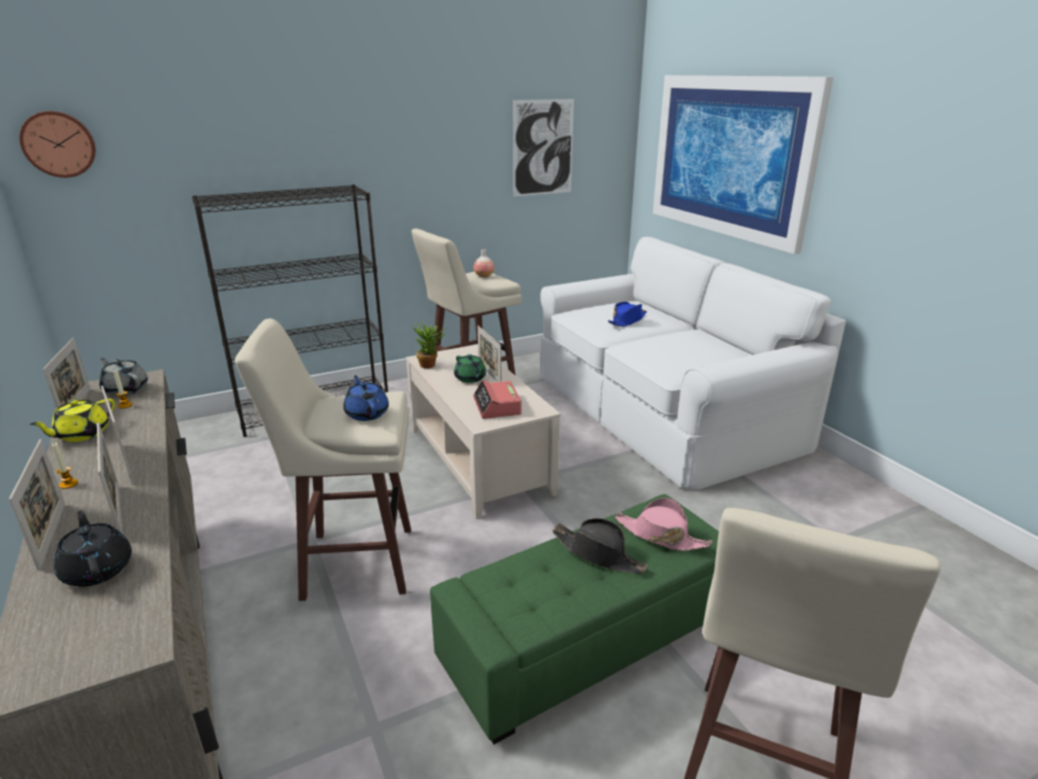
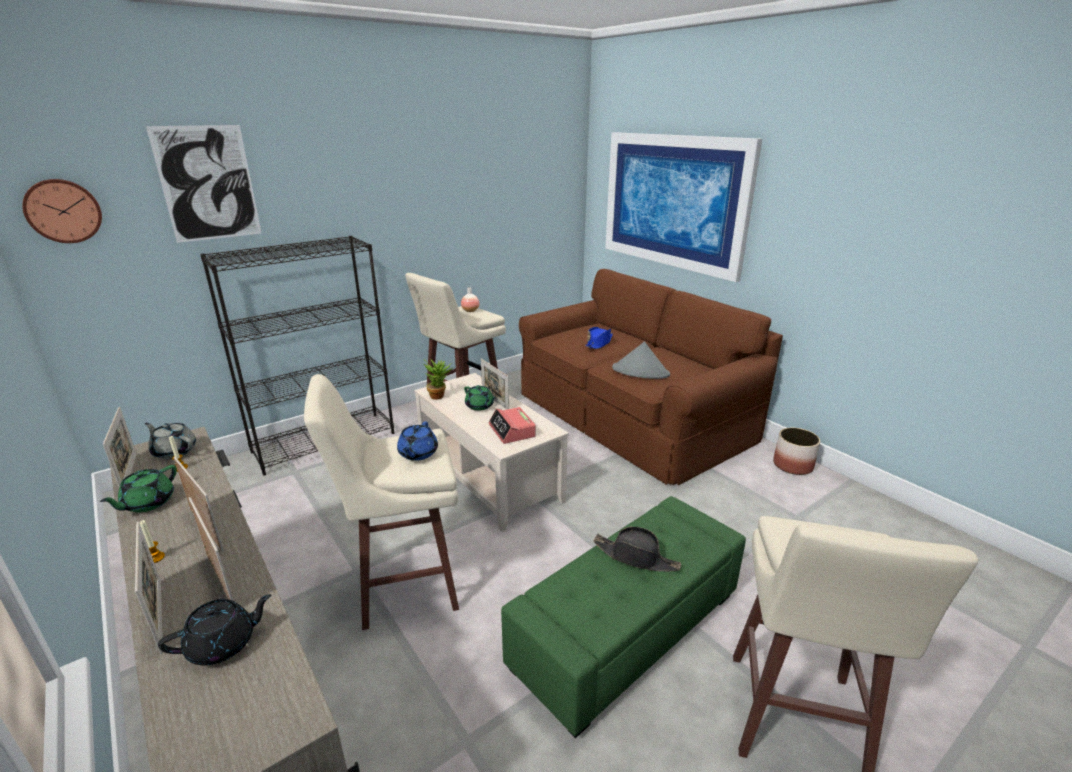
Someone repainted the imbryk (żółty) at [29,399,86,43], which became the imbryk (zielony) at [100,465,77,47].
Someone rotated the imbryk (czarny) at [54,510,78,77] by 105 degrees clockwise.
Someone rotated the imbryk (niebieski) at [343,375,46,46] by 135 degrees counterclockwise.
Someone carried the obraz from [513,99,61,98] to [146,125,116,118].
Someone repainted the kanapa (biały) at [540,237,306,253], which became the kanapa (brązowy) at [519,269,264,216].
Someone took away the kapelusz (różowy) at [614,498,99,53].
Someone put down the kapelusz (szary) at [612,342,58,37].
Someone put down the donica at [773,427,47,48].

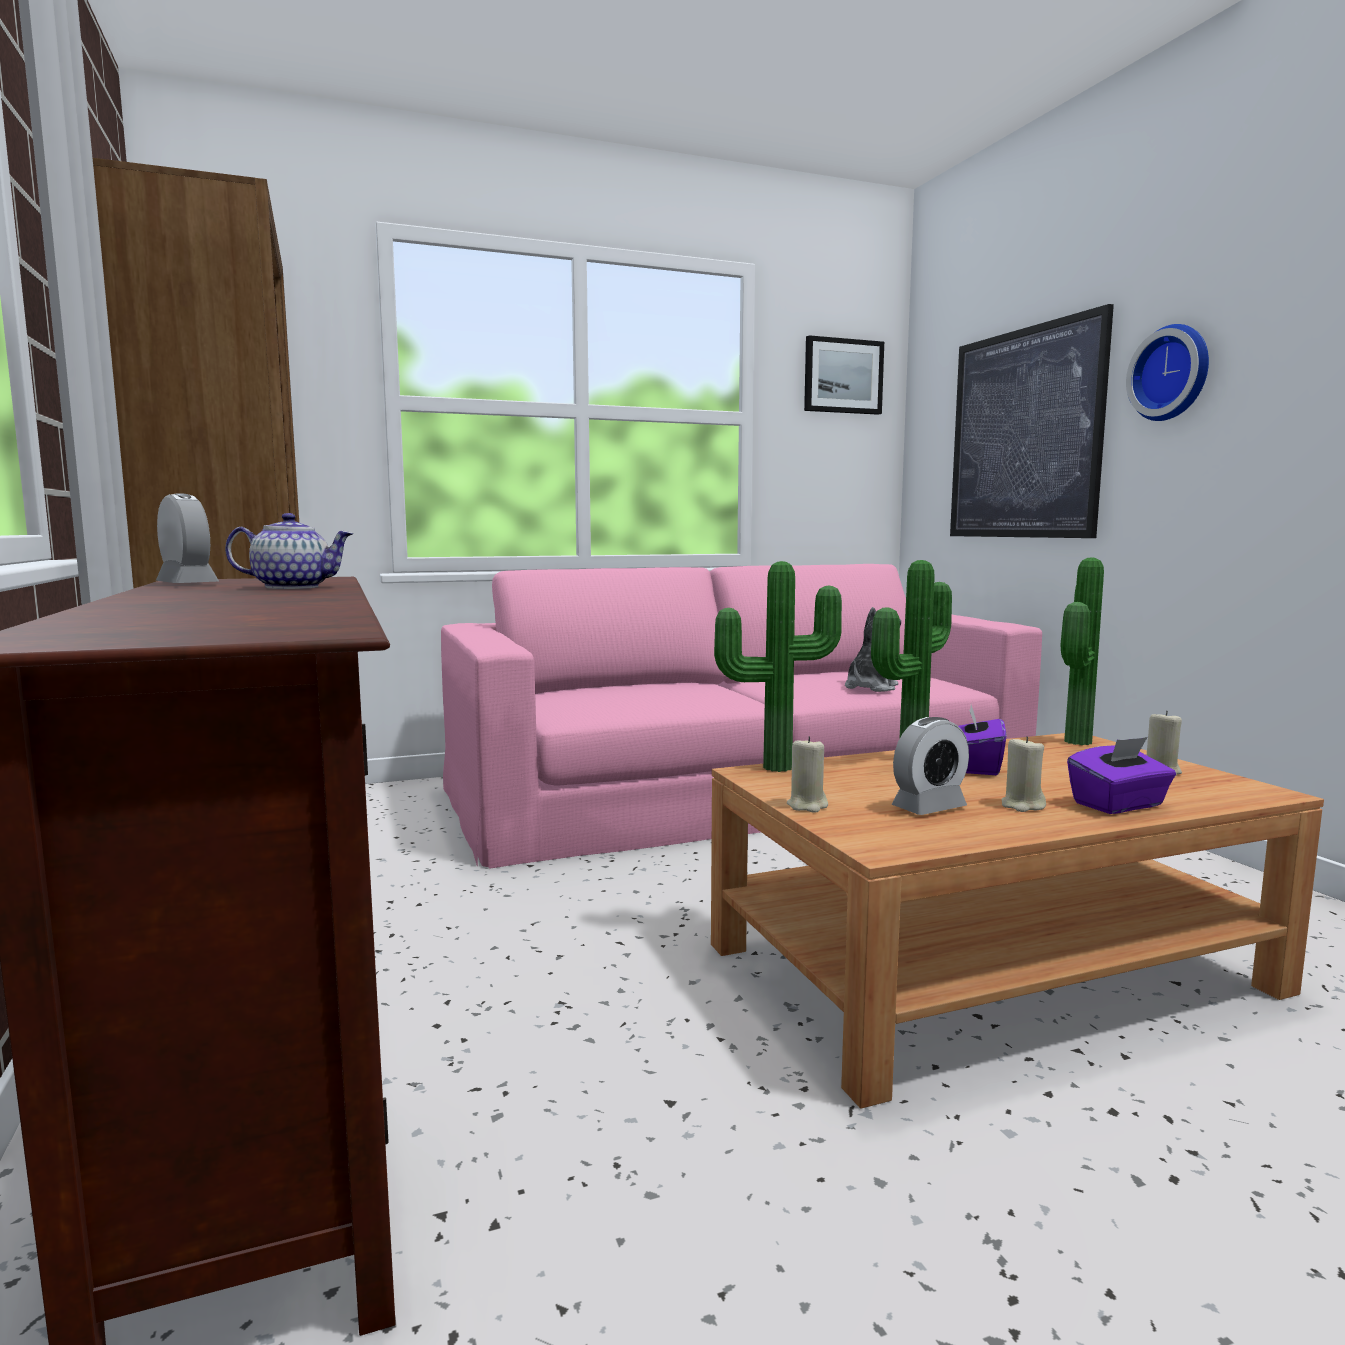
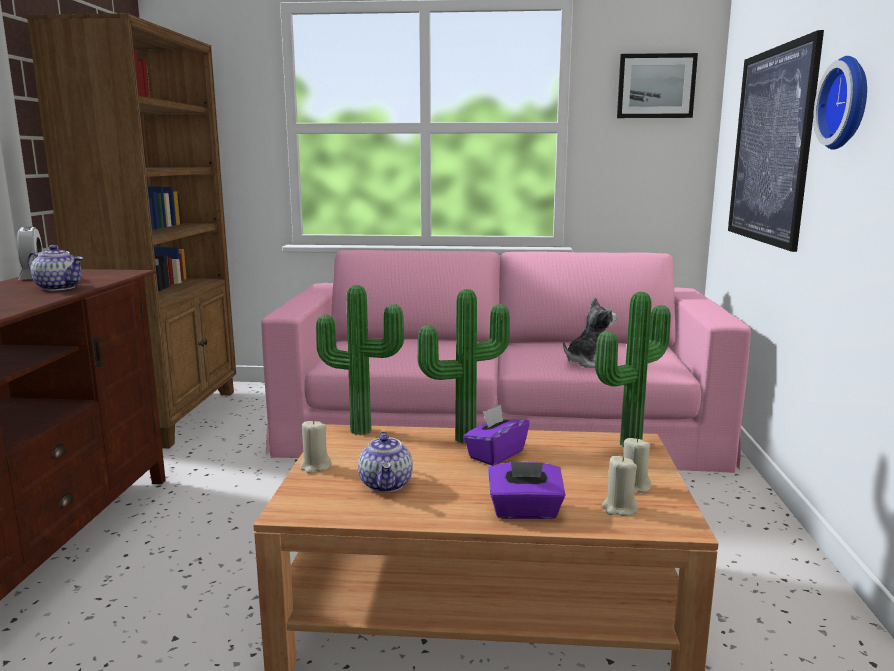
Someone swapped the budzik at [892,717,77,98] for the imbryk at [358,431,55,61].
Someone carried the świeca (beżowy) from [1002,736,44,76] to [602,456,36,60].

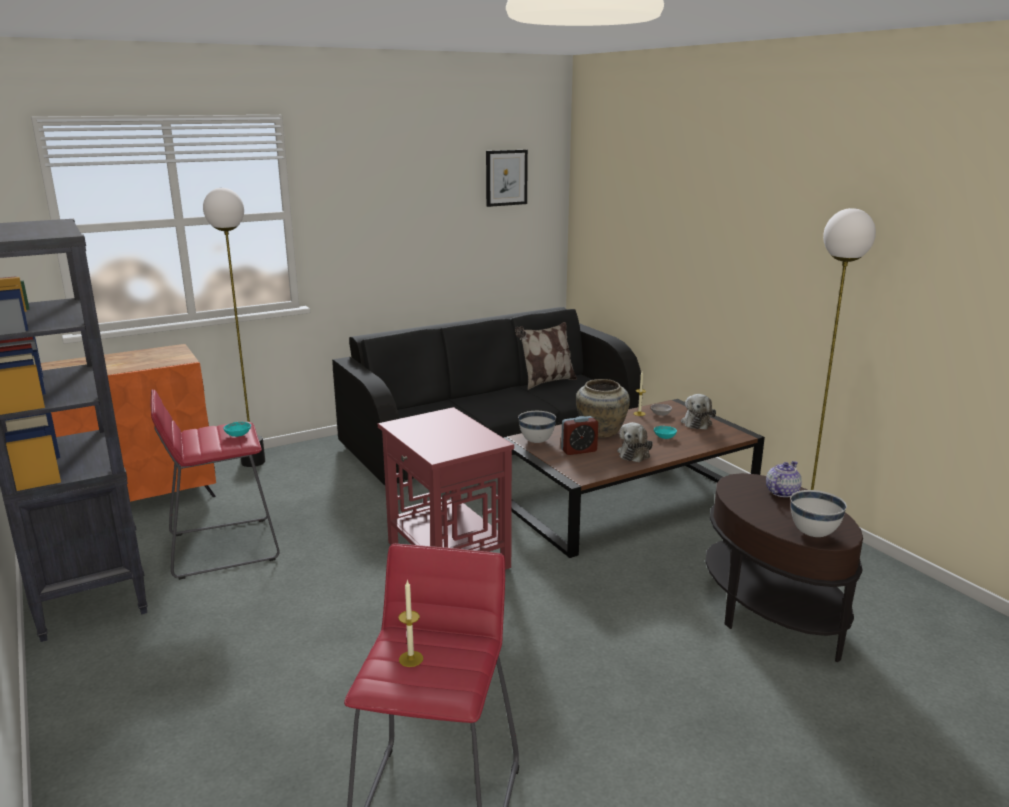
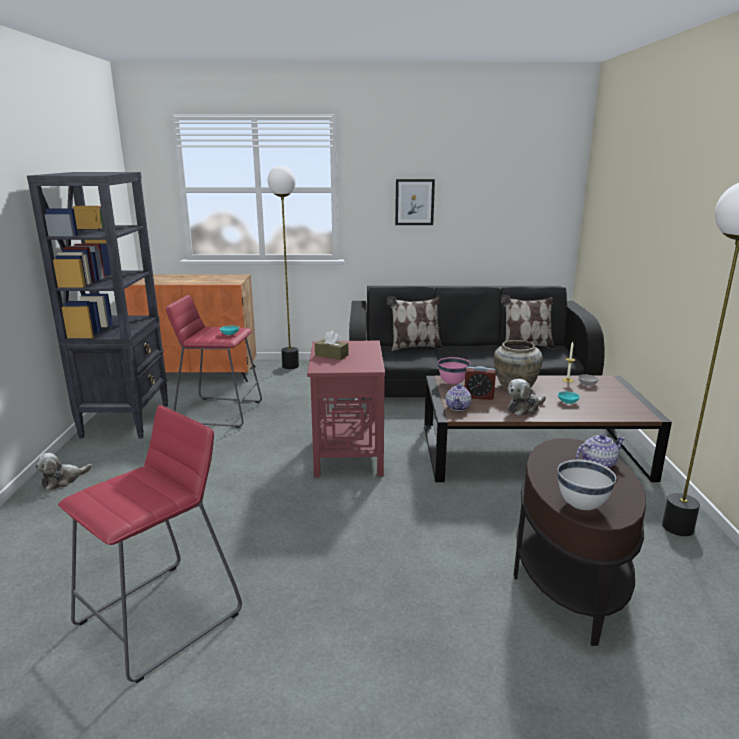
Someone took away the świeca at [399,580,24,87].
Someone carried the obraz from [486,150,42,57] to [395,179,40,46].
Someone repainted the miska (biały) at [518,411,38,32], which became the miska (różowy) at [438,357,33,28].
Someone carried the pluszak from [681,394,35,36] to [35,453,57,38].
Someone put down the pudełko chusteczek (brązowy) at [315,331,33,29].
Someone put down the poduszka at [387,296,56,55].
Someone put down the imbryk at [446,384,25,27].

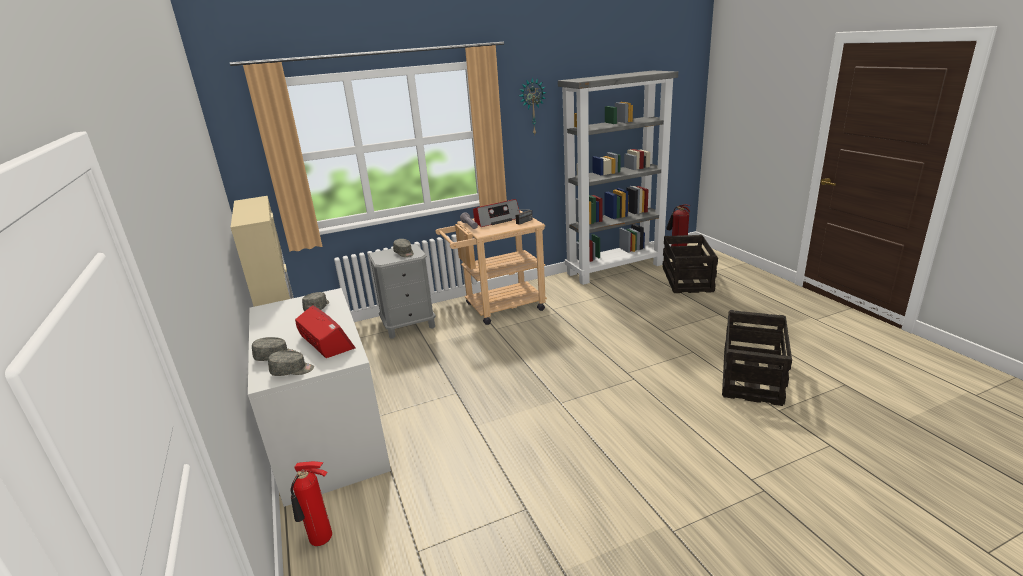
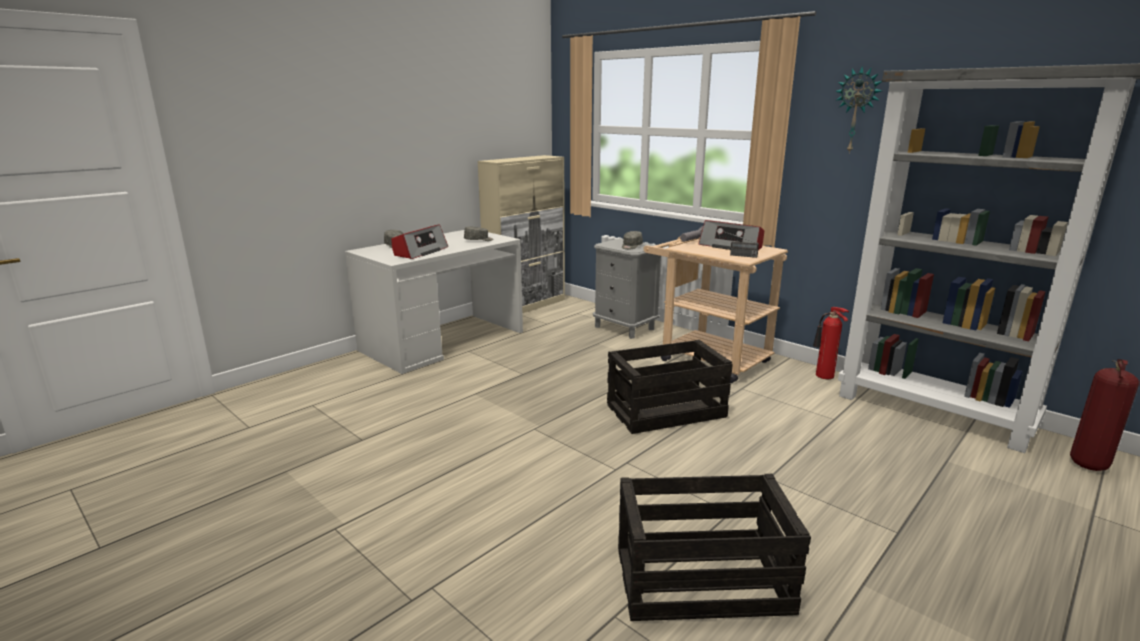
Someone took away the czapka z daszkiem (szary) at [268,351,46,25].
Someone carried the gaśnica from [291,461,41,85] to [813,307,36,72].
Someone carried the skrzynka from [662,235,56,58] to [607,340,126,94].

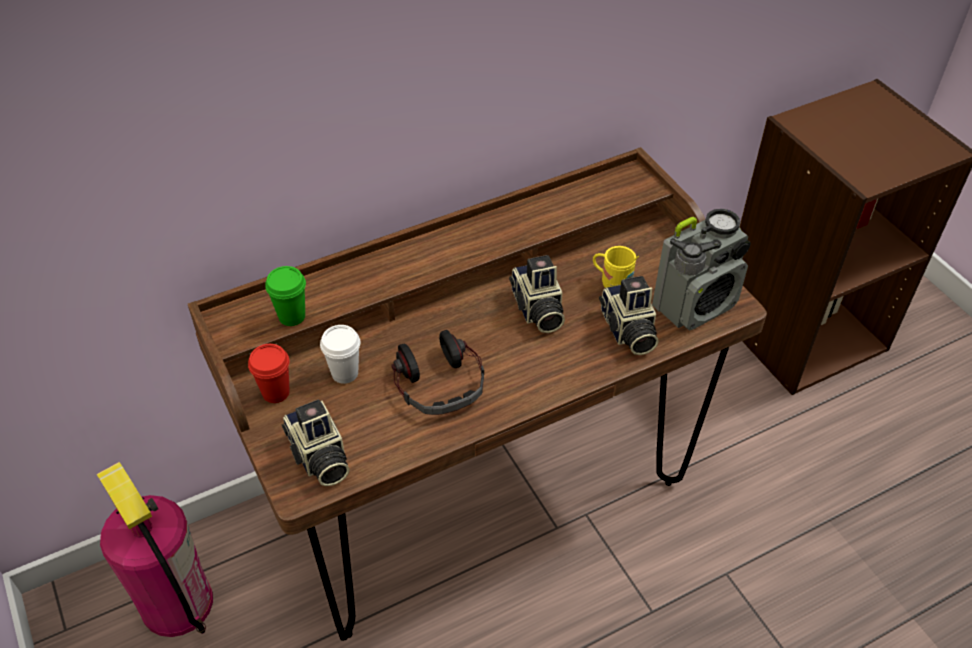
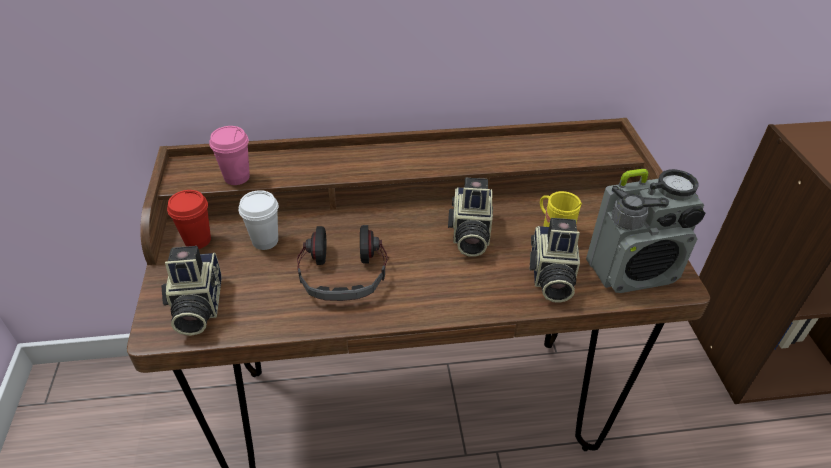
Someone took away the gaśnica at [97,462,116,175].
Someone repainted the filiżanka (zielony) at [265,266,41,60], which became the filiżanka (różowy) at [210,126,40,59].

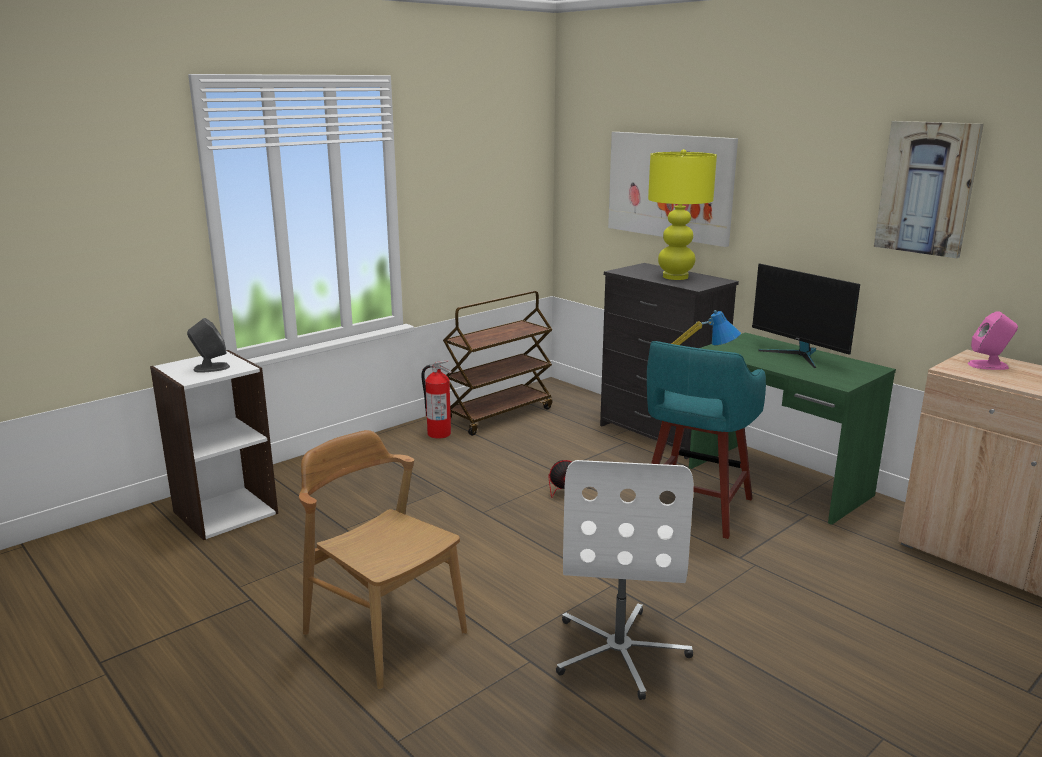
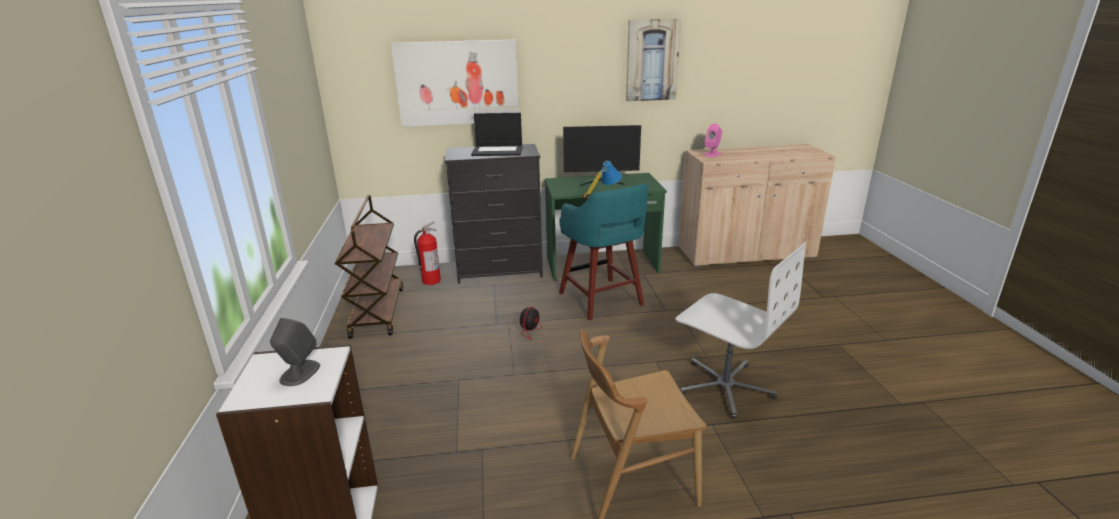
Someone carried the gaśnica from [421,360,30,79] to [414,222,27,63].
Someone swapped the lampa stołowa (żółty) at [648,149,69,131] for the laptop at [471,113,52,43].

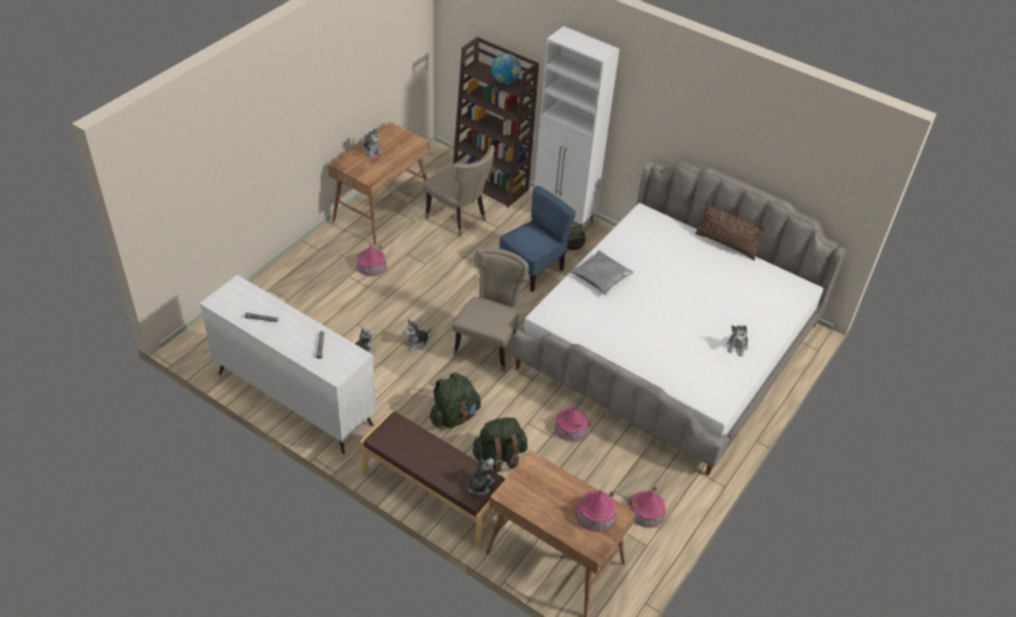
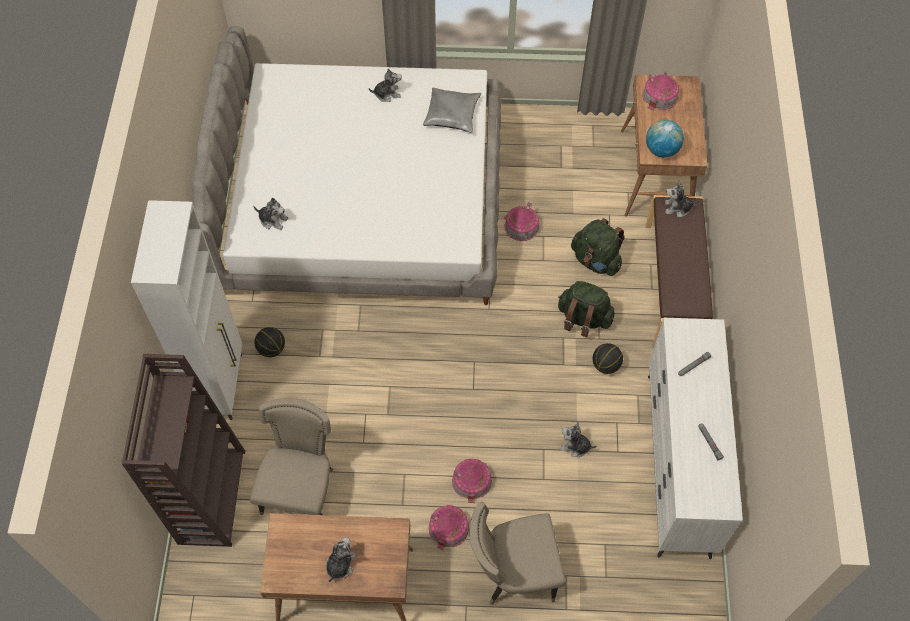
Someone carried the pluszak from [403,319,28,32] to [254,198,34,32].
Someone carried the krzesło (beżowy) from [452,248,77,124] to [469,502,97,103].
Someone carried the globus from [491,53,30,31] to [646,120,38,38].
Someone took away the krzesło (niebieski) at [499,186,77,106].
Someone carried the poduszka (szary) from [569,250,64,45] to [423,87,58,46].
Someone carried the domek from [627,487,39,41] to [452,459,40,44].
Someone took away the poduszka (brązowy) at [695,202,70,58].
Someone put down the piłka do koszykówki at [593,343,30,31].

